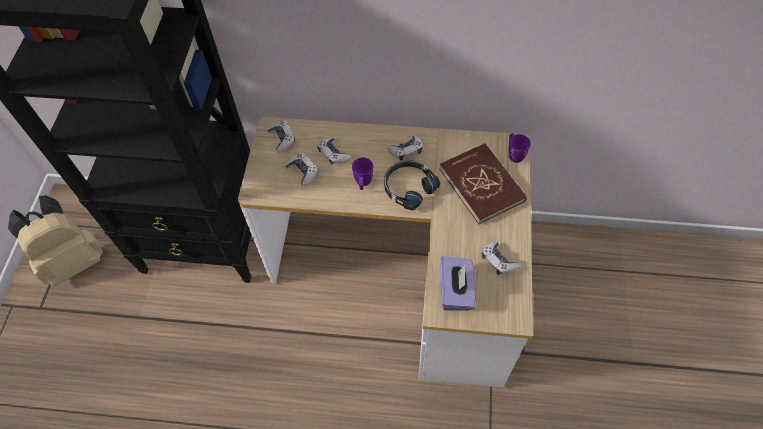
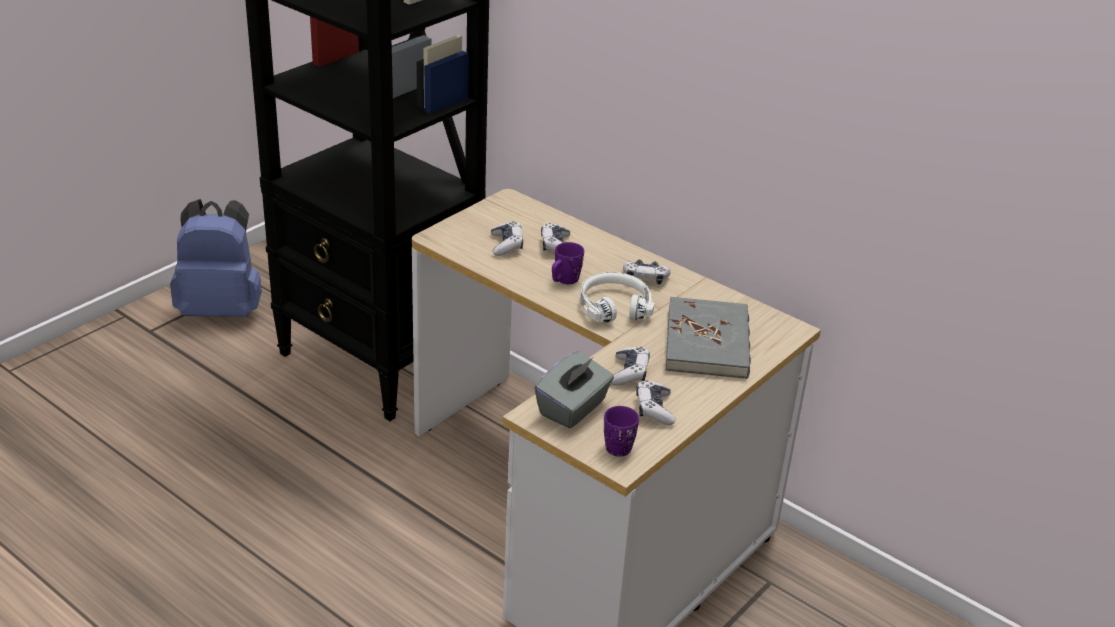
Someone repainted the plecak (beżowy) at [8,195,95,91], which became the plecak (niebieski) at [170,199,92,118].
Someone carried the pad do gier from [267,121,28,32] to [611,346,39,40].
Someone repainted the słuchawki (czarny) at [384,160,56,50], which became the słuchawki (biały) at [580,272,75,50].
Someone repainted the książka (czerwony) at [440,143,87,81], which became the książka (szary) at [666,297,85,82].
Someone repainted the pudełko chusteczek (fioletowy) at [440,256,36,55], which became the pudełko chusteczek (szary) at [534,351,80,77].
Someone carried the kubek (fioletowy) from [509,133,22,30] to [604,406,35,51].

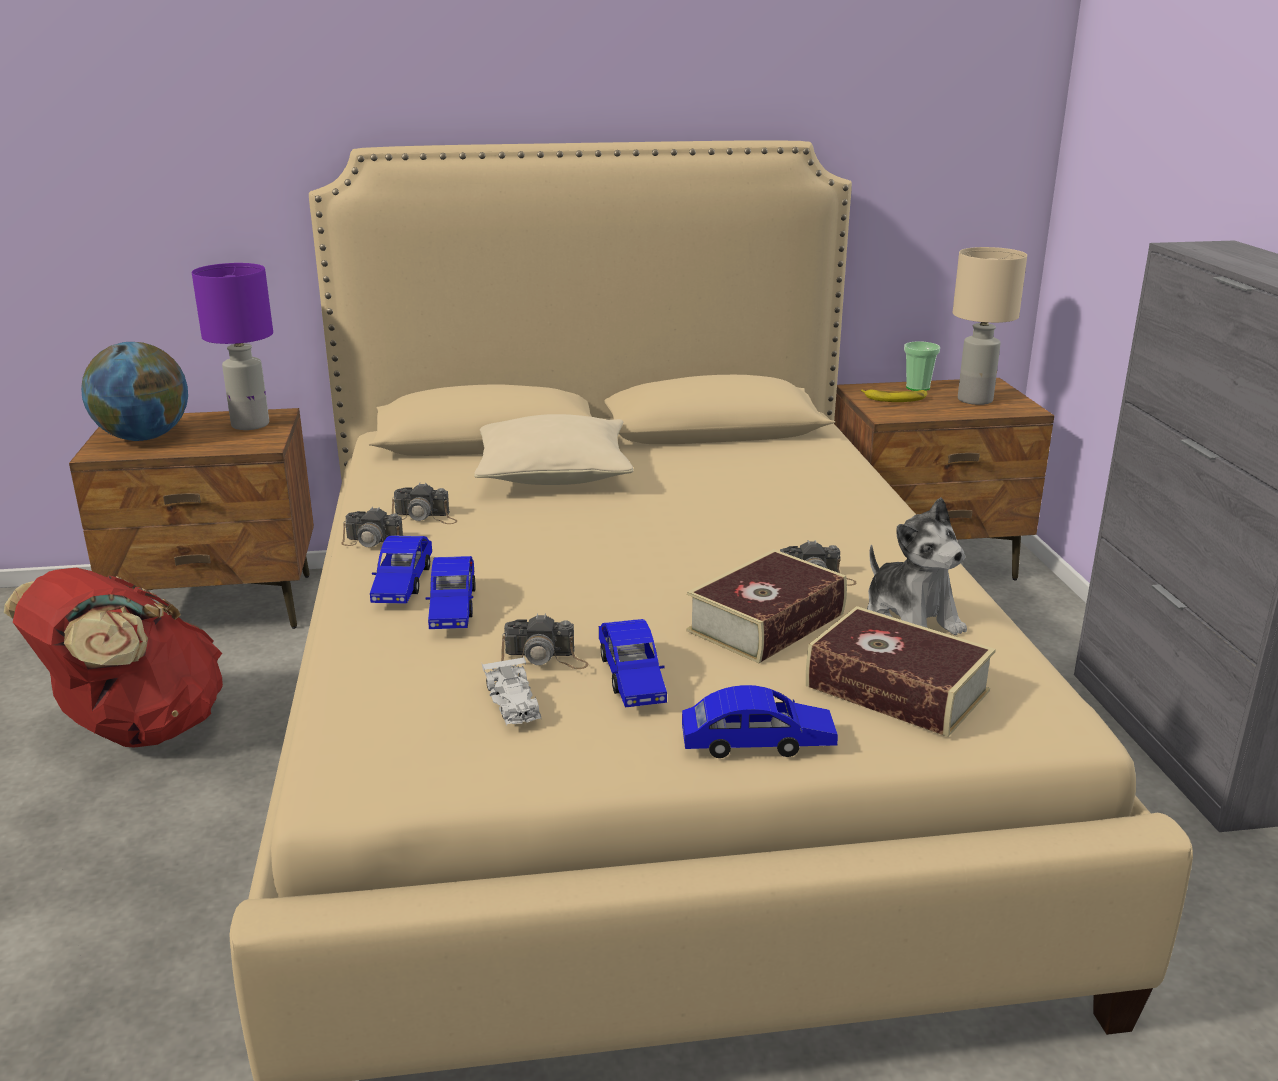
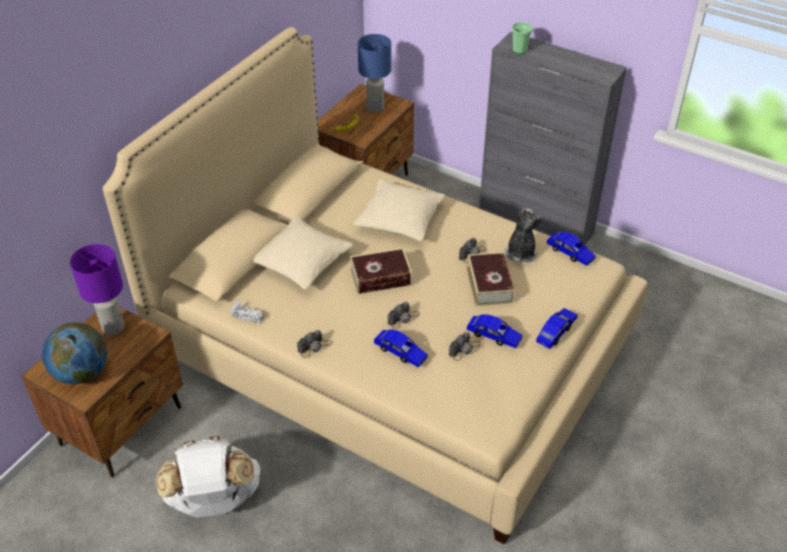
Someone repainted the plecak (czerwony) at [4,568,219,180], which became the plecak (biały) at [156,436,105,82].
Someone carried the samochodzik (niebieski) from [370,535,62,69] to [547,232,49,34].
Someone carried the aparat fotograficzny from [392,483,65,41] to [388,302,32,27].
Someone carried the samochodzik (biały) from [482,656,59,70] to [229,300,36,24].
Someone carried the książka from [806,606,190,131] to [350,248,62,46].
Someone rotated the pluszak at [867,498,100,137] by 90 degrees counterclockwise.
Someone carried the filiżanka from [904,341,36,50] to [512,22,21,32].
Someone repainted the lampa stołowa (beżowy) at [953,247,74,158], which became the lampa stołowa (niebieski) at [358,34,33,78].
Someone put down the poduszka (beżowy) at [353,179,92,63].

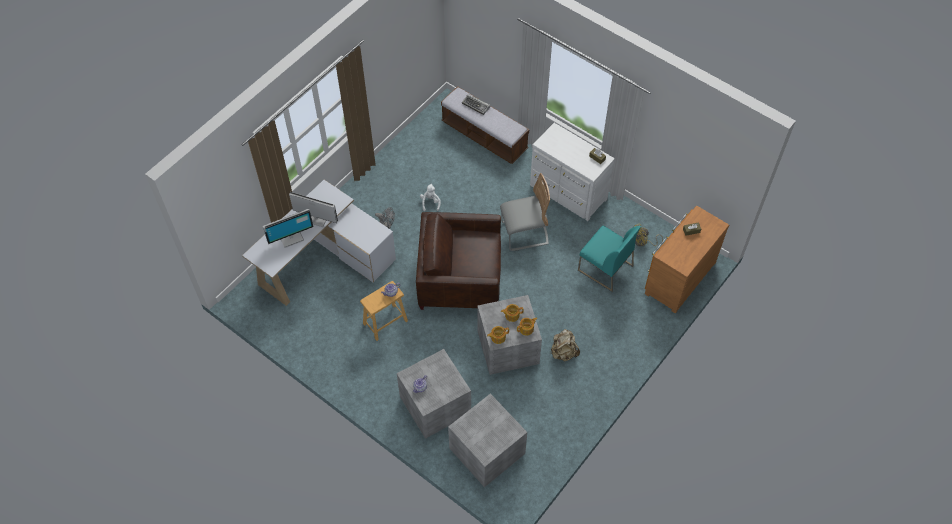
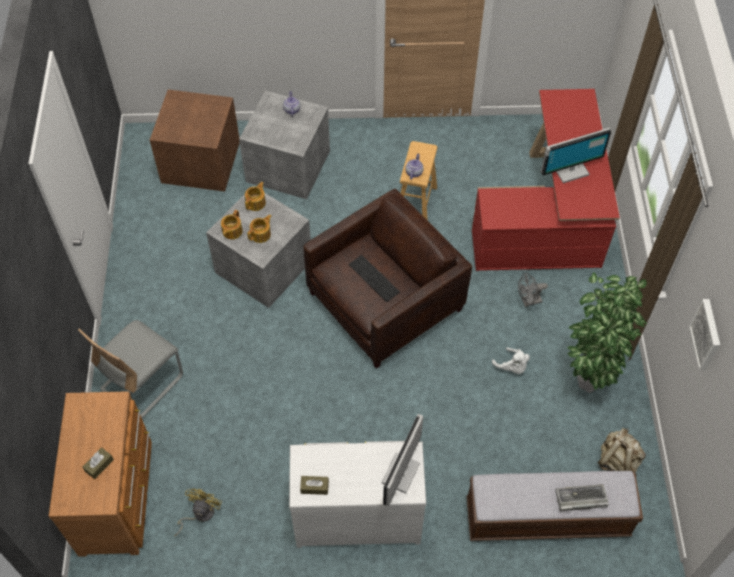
Someone repainted the biurko (biały) at [242,180,154,126], which became the biurko (czerwony) at [472,89,148,182].
Someone carried the monitor from [263,209,51,39] to [382,414,41,93].
Someone repainted the pojemnik do przechowywania (szary) at [448,393,79,94], which became the pojemnik do przechowywania (brązowy) at [150,89,89,103].
Someone carried the krzesło (szary) from [500,173,50,78] to [78,320,105,98].
Someone carried the plecak (beżowy) from [551,329,29,32] to [597,428,49,49].
Someone took away the krzesło (turkusowy) at [578,226,63,66].
Someone put down the klawiatura at [349,255,51,47].
Someone put down the roślina doniczkowa at [567,272,80,121].
Someone put up the obraz at [689,299,31,72].

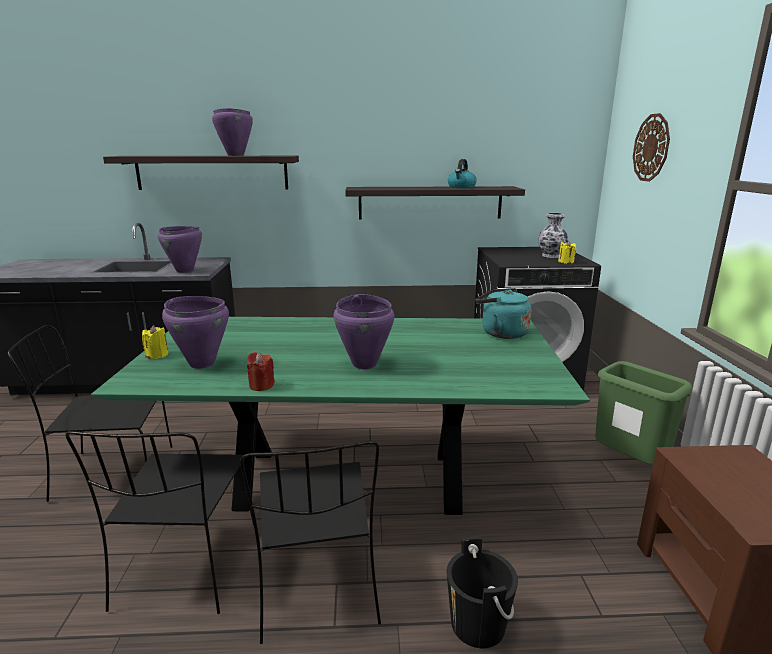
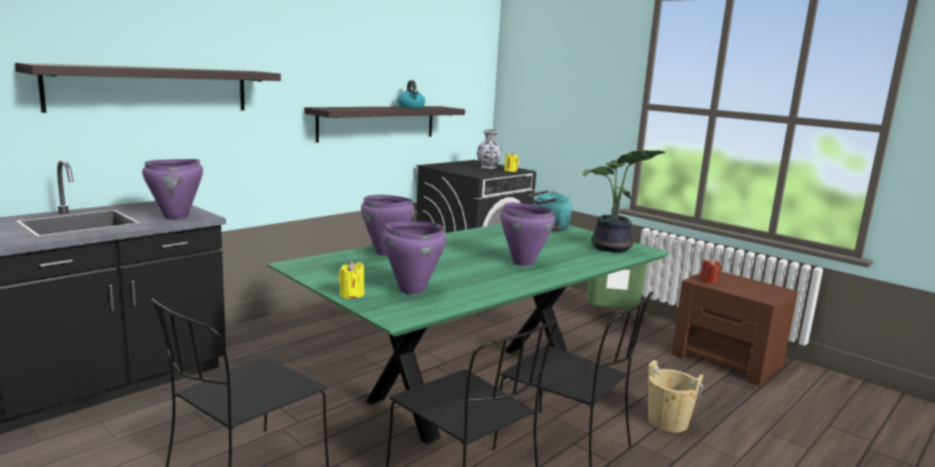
Someone carried the garnek (fioletowy) from [212,108,41,48] to [361,195,54,61].
Someone carried the świeca (czerwony) from [247,352,28,39] to [700,259,21,25].
Someone repainted the wiadro (czarny) at [447,536,71,112], which became the wiadro (beżowy) at [648,360,55,73].
Someone took away the zegar ścienny at [633,113,37,69].
Someone put down the roślina doniczkowa at [583,150,83,102].

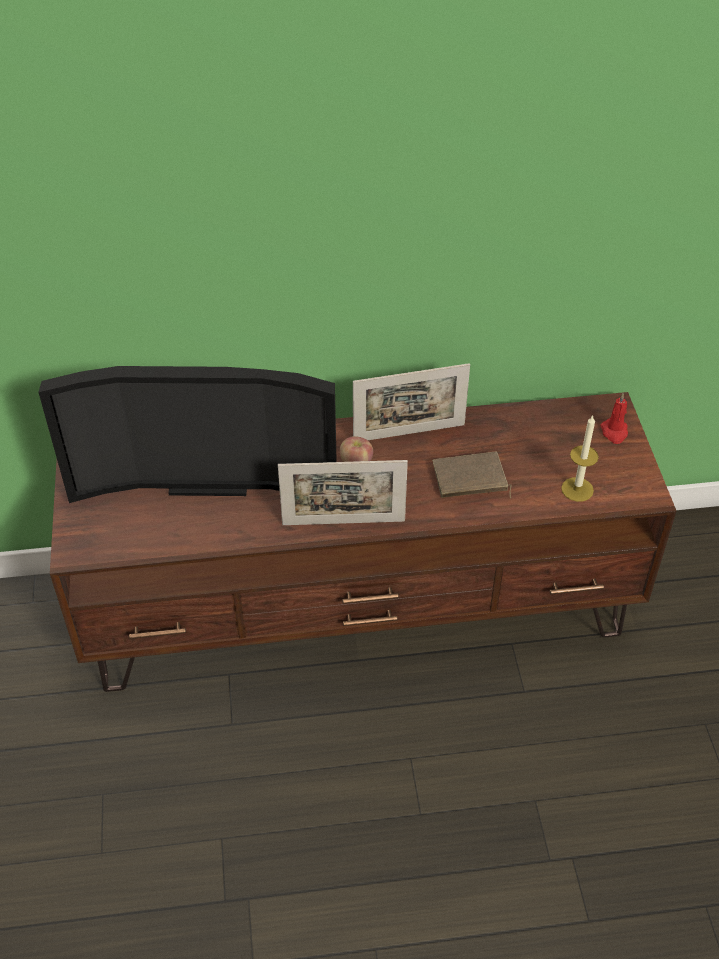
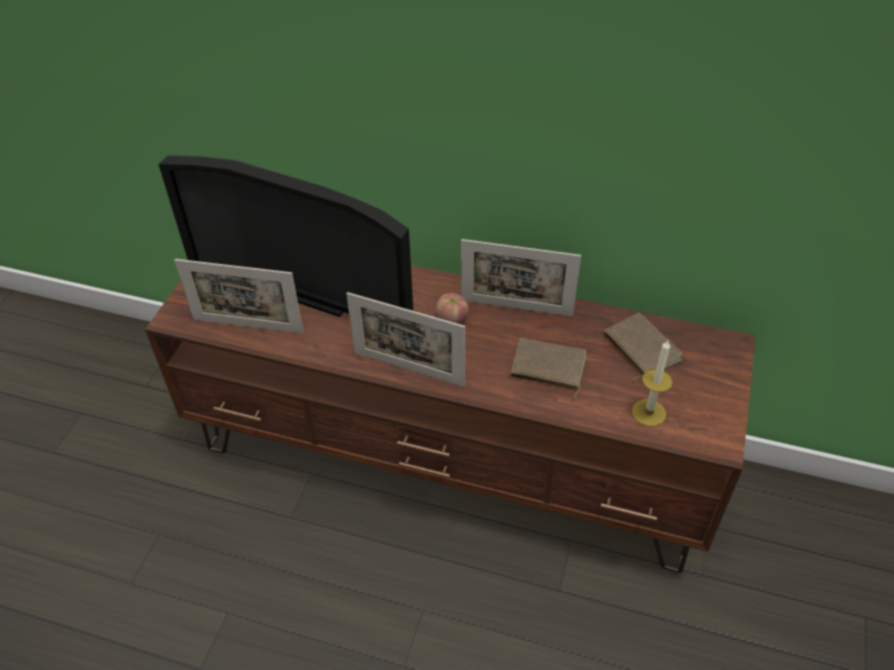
Someone took away the świeca (czerwony) at [600,393,28,51].
Someone put down the ramka na zdjęcie at [174,259,130,75].
Someone put down the książka (brązowy) at [604,313,78,67].

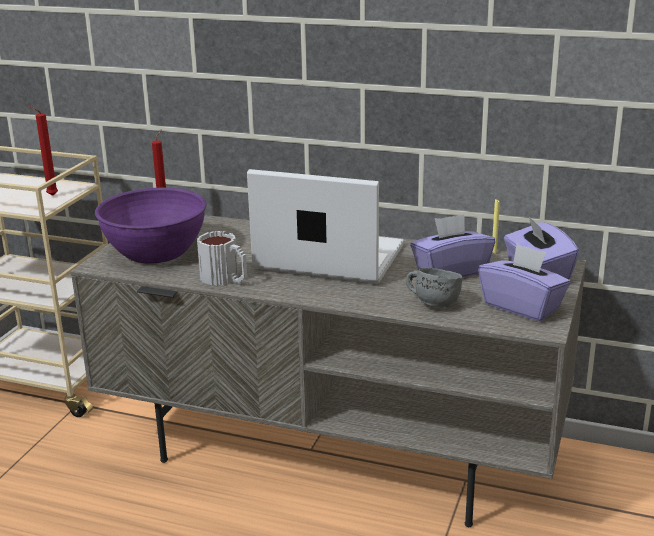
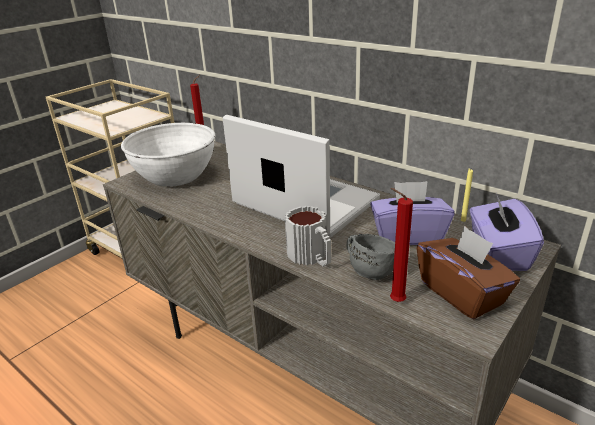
Someone carried the świeca (czerwony) from [29,106,29,90] to [390,188,23,114].
Someone repainted the miska (fioletowy) at [95,188,111,75], which became the miska (biały) at [121,123,94,64].
Someone carried the kubek from [197,231,50,55] to [285,206,46,61].
Someone repainted the pudełko chusteczek (fioletowy) at [478,244,92,77], which became the pudełko chusteczek (brązowy) at [417,226,103,93].

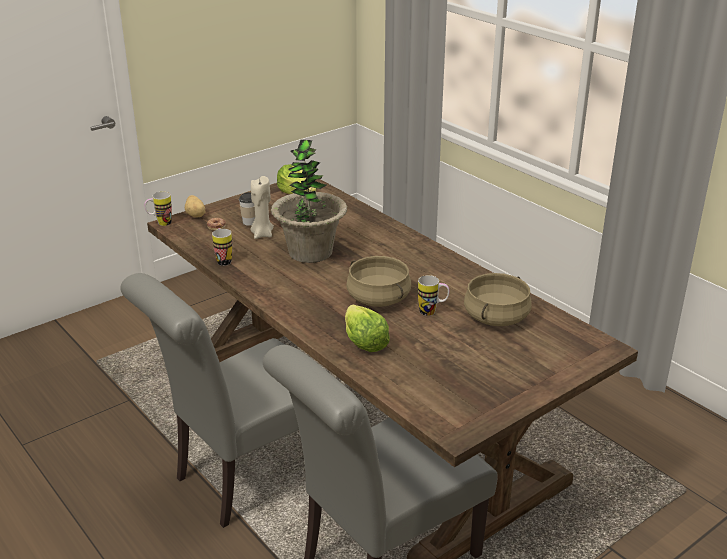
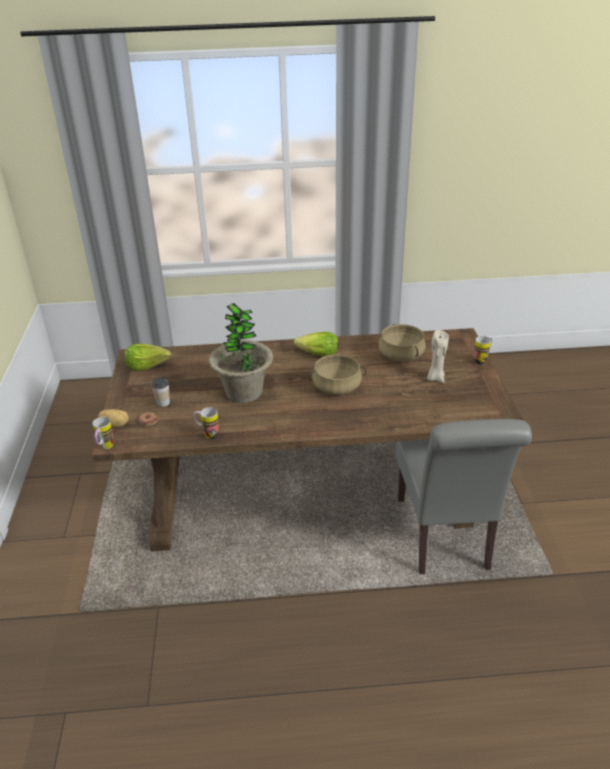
Someone took away the krzesło (szary) at [120,273,179,255].
Someone carried the świeca (beżowy) from [250,176,24,63] to [427,330,22,53].
Someone carried the sałata from [345,305,45,47] to [294,332,44,24].
Someone carried the kubek from [418,275,31,41] to [474,336,18,29].

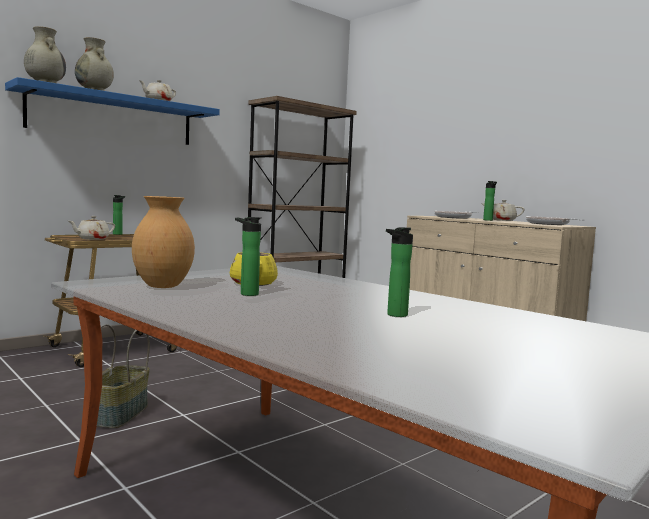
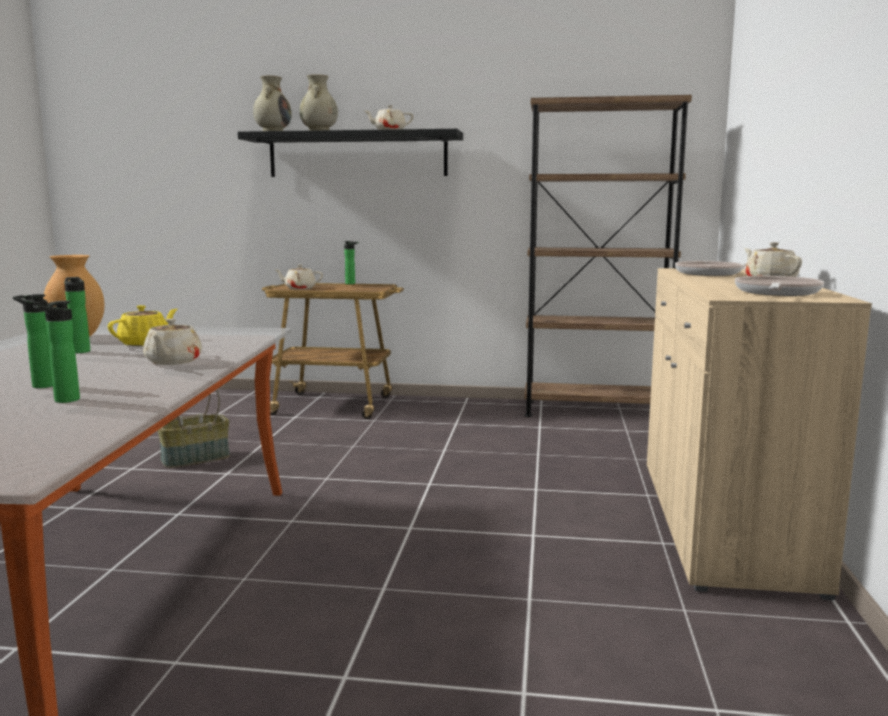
Someone repainted the półka (niebieski) at [5,77,215,68], which became the półka (czarny) at [238,129,225,48].
Someone carried the butelka from [483,181,14,40] to [33,301,47,102].
Someone put down the imbryk (beżowy) at [143,319,59,46].

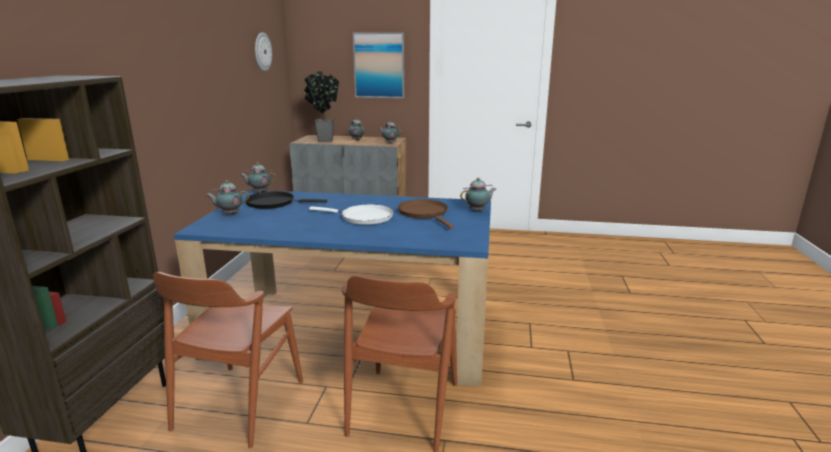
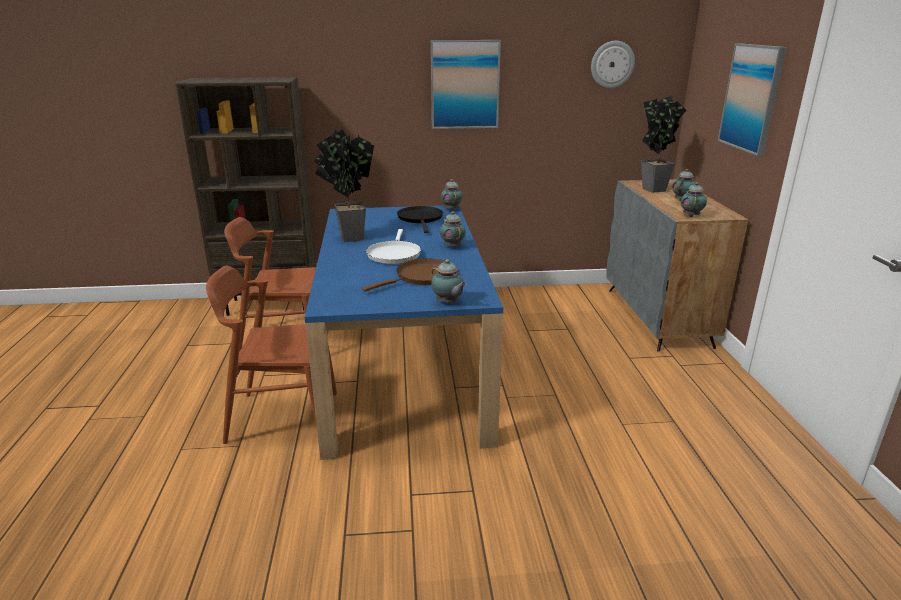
Someone carried the imbryk from [206,180,43,35] to [440,211,26,37].
Someone put down the roślina doniczkowa at [314,129,60,113].
Someone put up the obraz at [431,40,70,89].

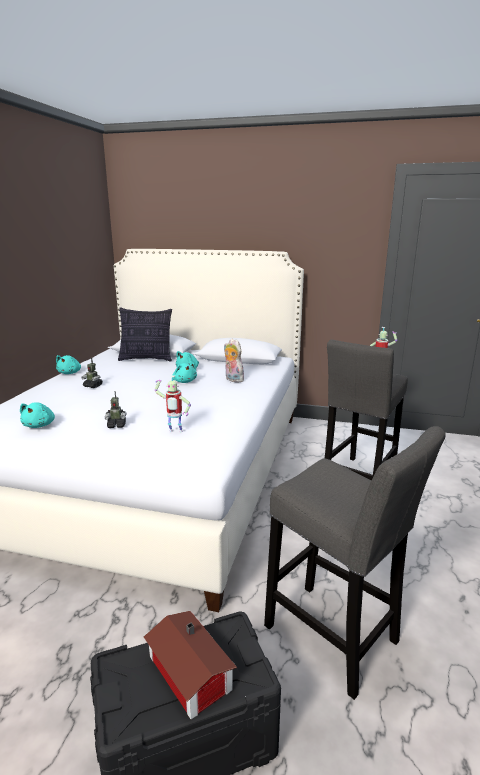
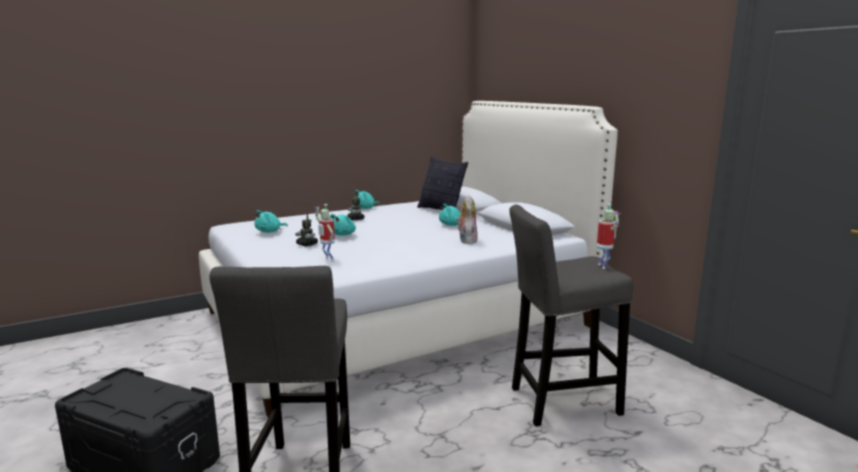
Someone took away the domek at [144,611,93,109].
Someone carried the pluszak (turkusowy) from [173,363,24,20] to [330,214,26,22].

